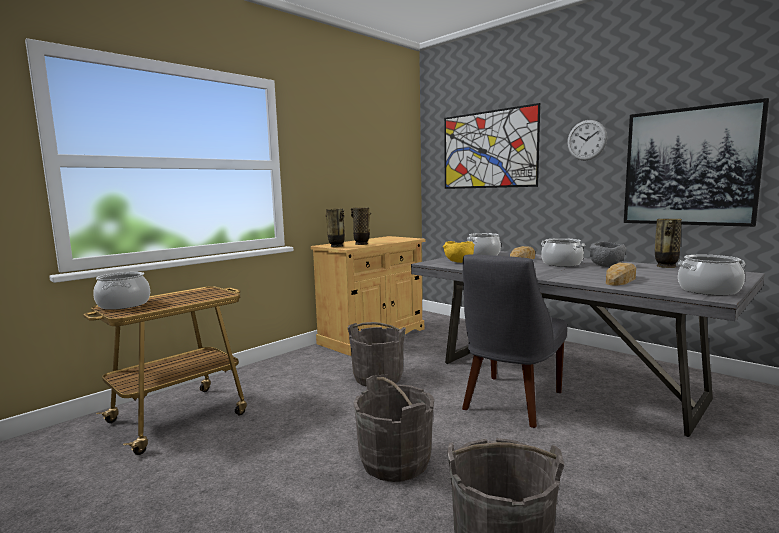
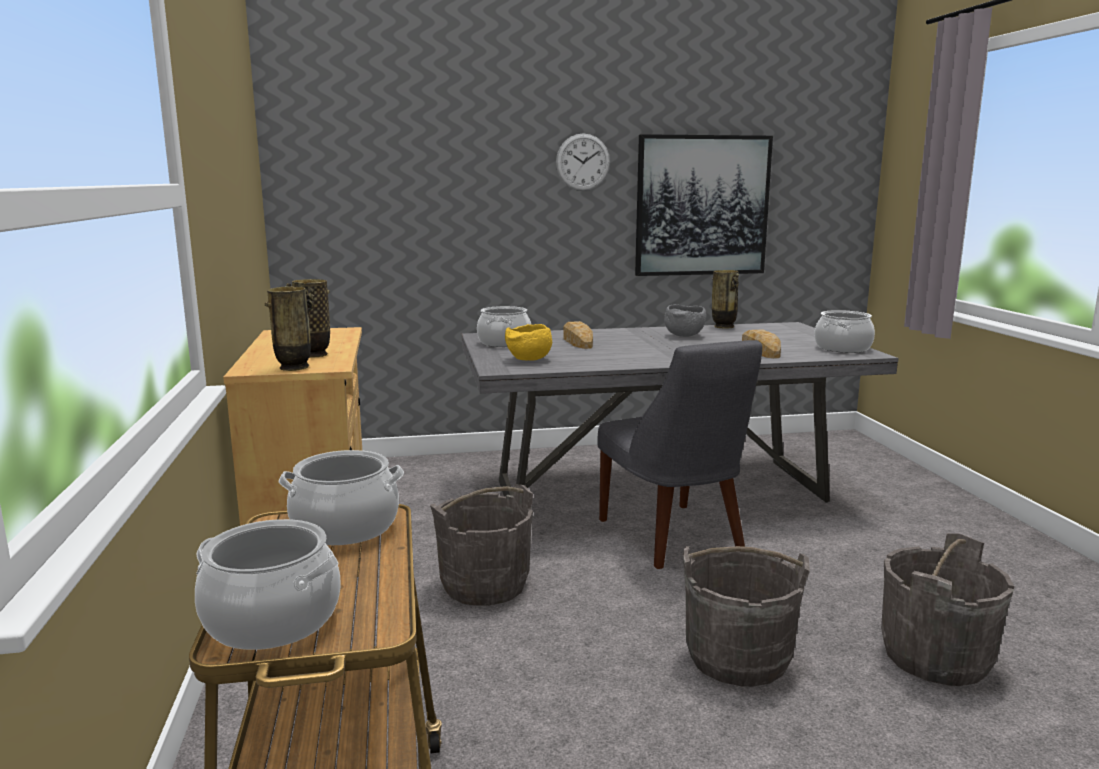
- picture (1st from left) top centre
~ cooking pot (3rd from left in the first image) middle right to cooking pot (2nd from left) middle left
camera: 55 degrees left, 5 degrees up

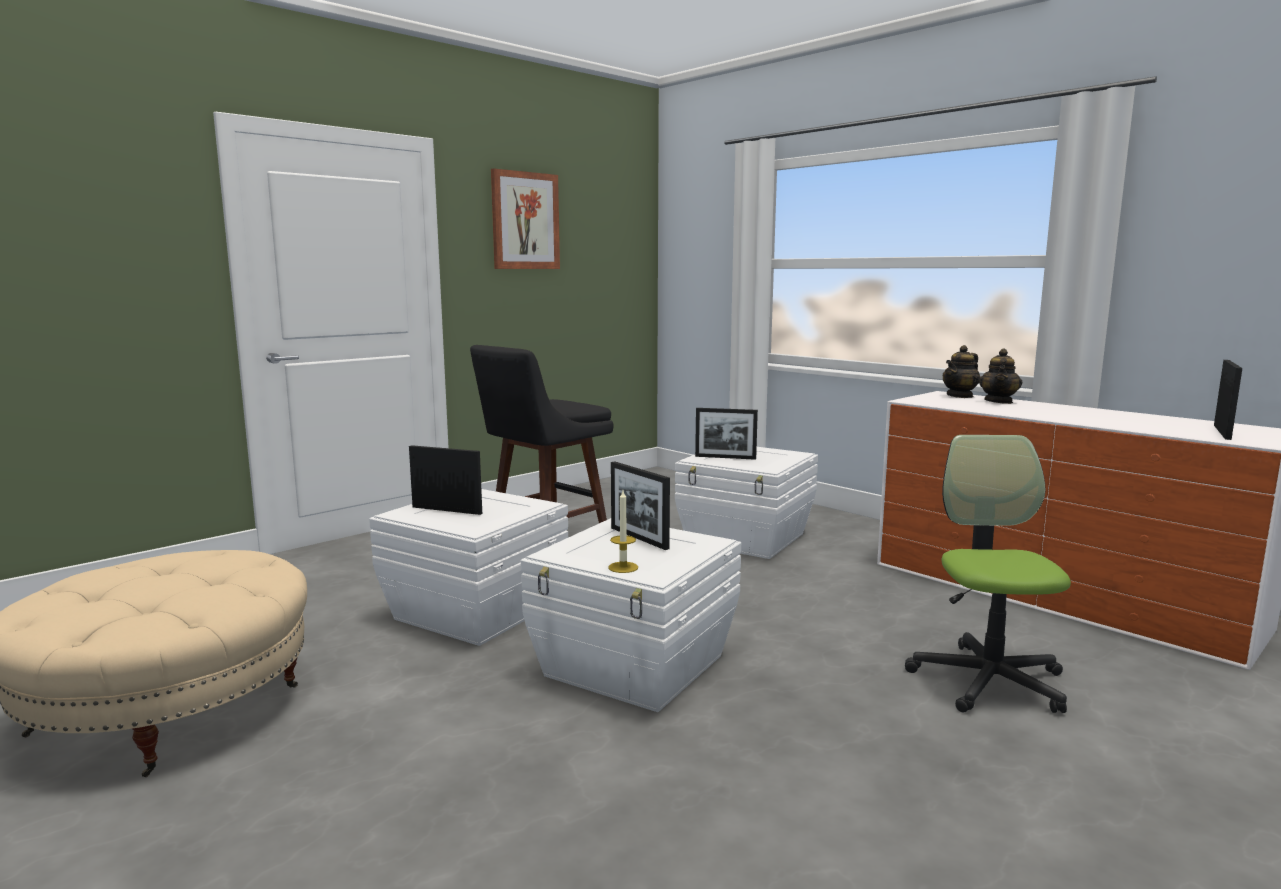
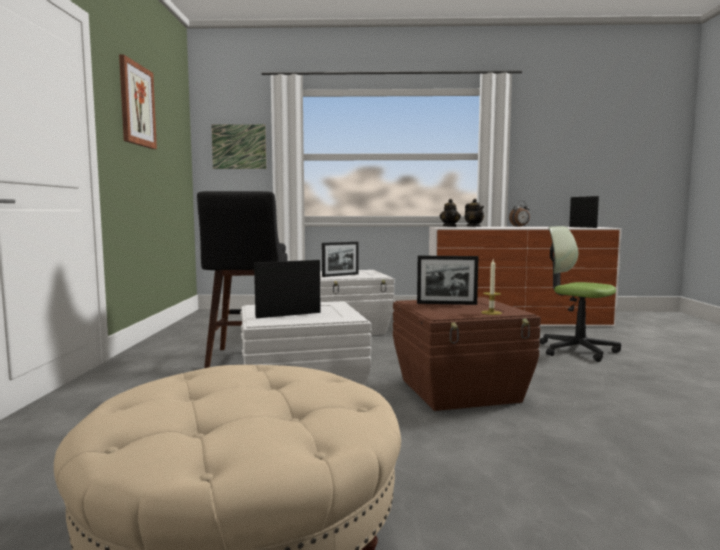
~ storage box (white) (2nd from left) bottom centre to storage box (brown) centre
+ picture (2nd from left) top left
+ alarm clock middle right
camera: 45 degrees left, 5 degrees down

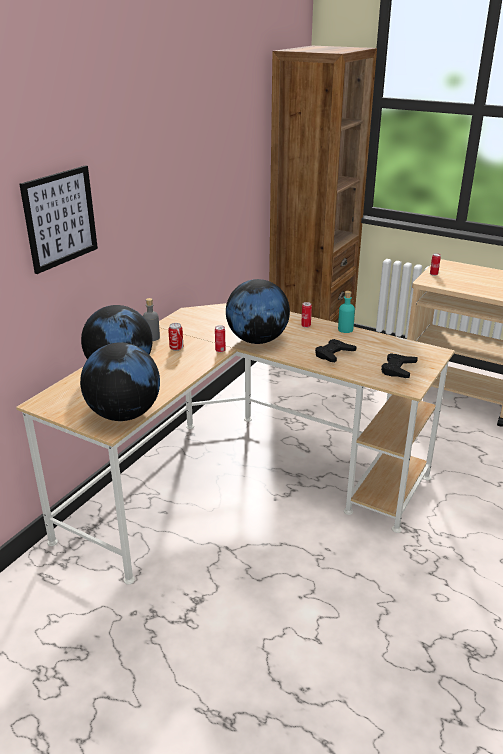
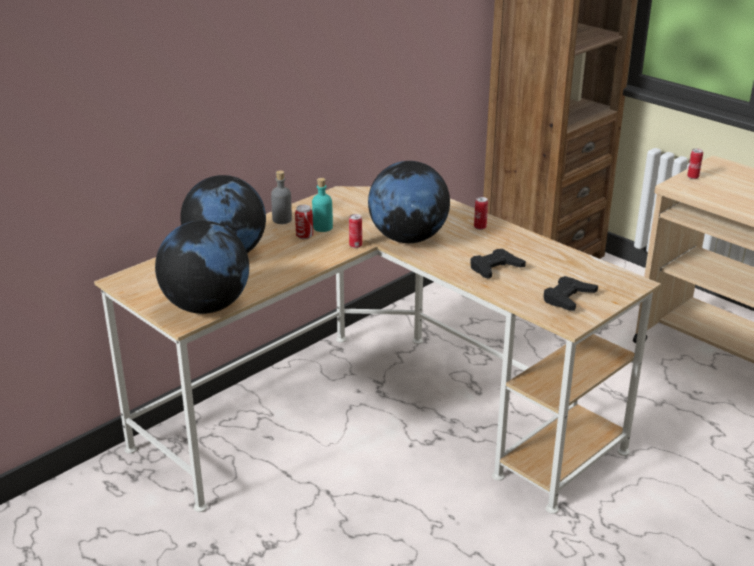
- picture top left
~ bottle (turquoise) middle right to centre
camera: 15 degrees right, 0 degrees up

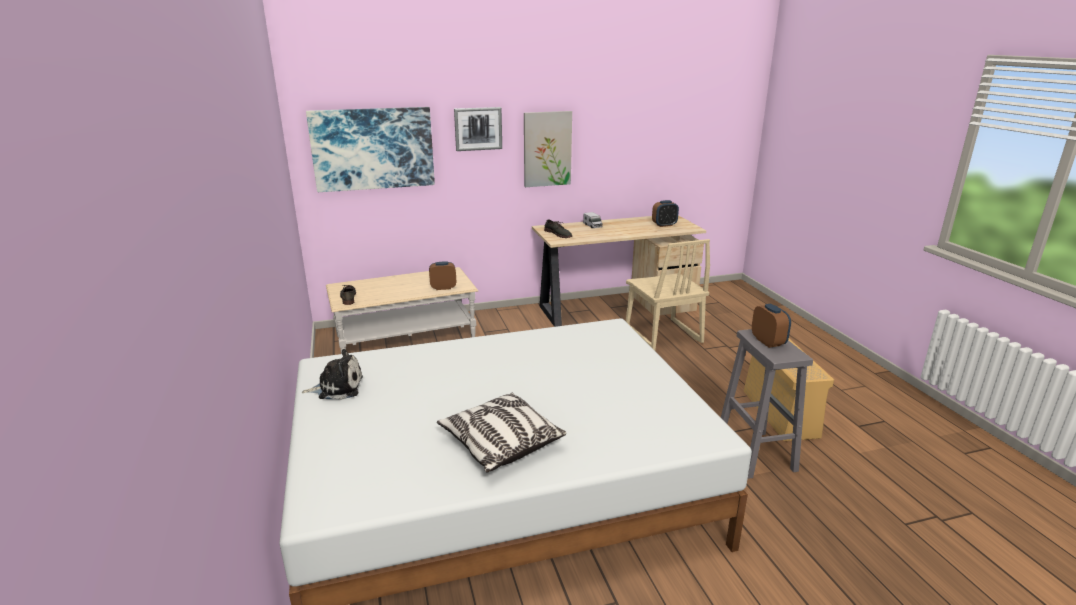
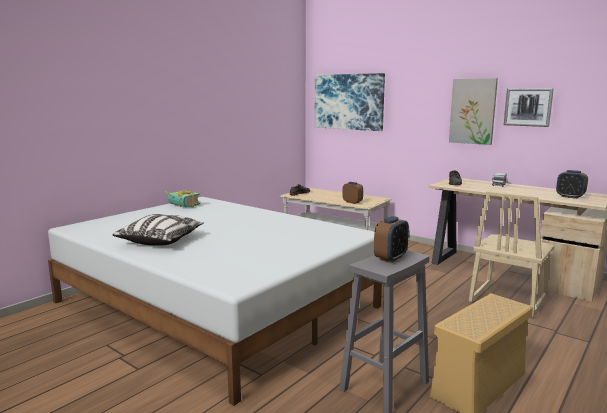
~ plush toy middle left to book middle left
~ picture (2nd from left in the first image) top centre to picture (3rd from left) top right
camera: 55 degrees right, 10 degrees down

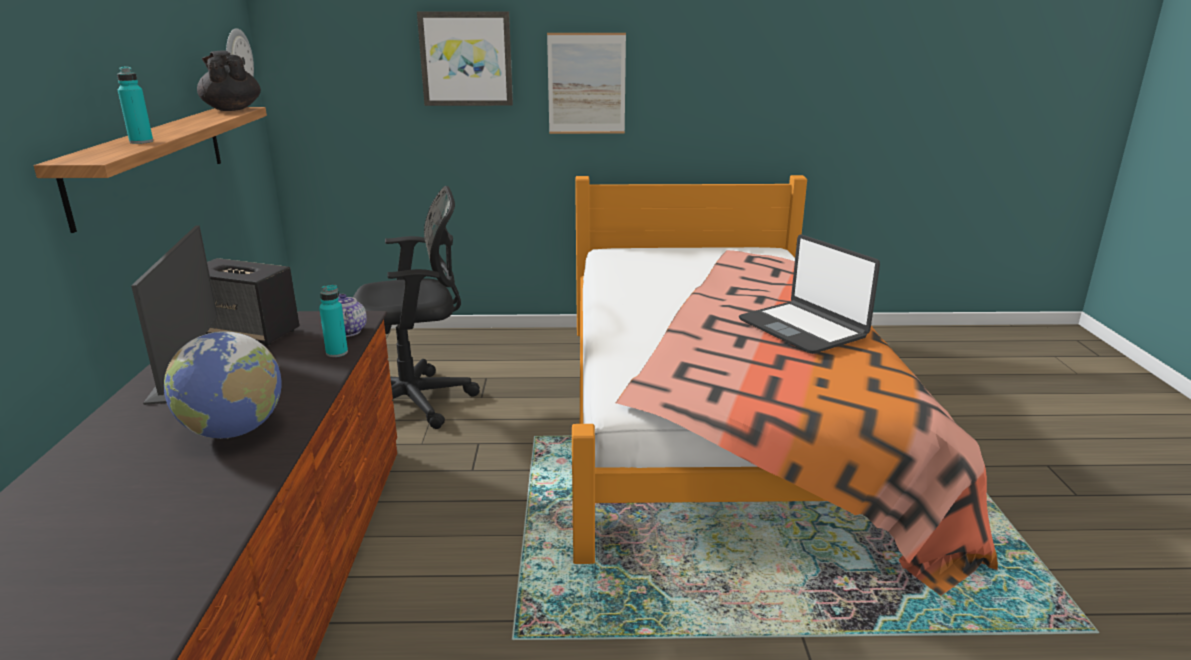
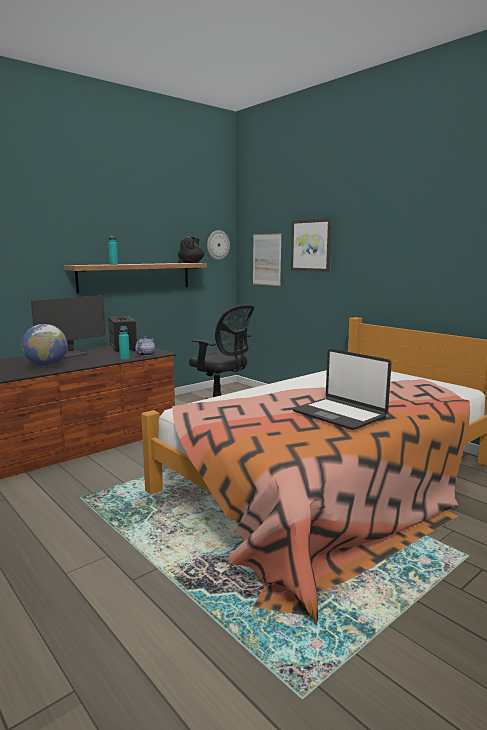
~ picture (2nd from left in the first image) top centre to picture (1st from left) centre
~ laptop middle right = middle right 60 degrees counterclockwise
camera: 50 degrees right, 10 degrees down

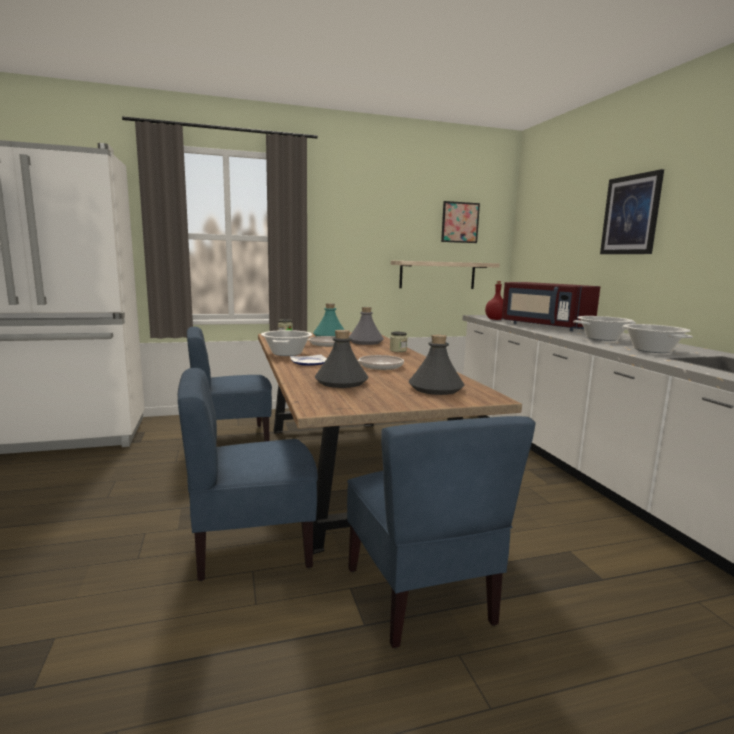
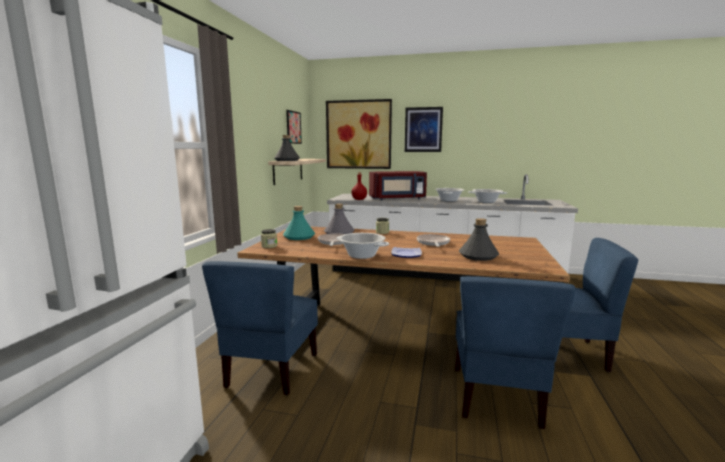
~ bottle (grey) (3rd from left in the first image) centre to bottle (grey) (1st from left) top centre
+ picture (2nd from left) top centre
camera: 60 degrees left, 0 degrees up

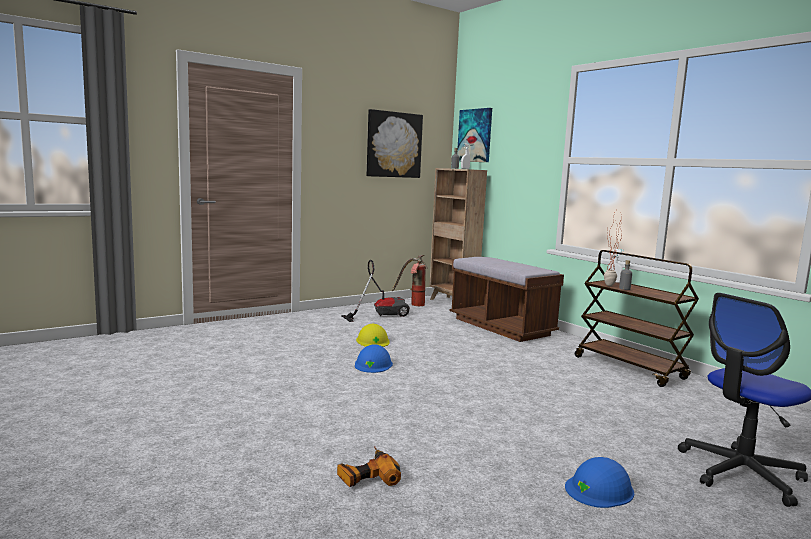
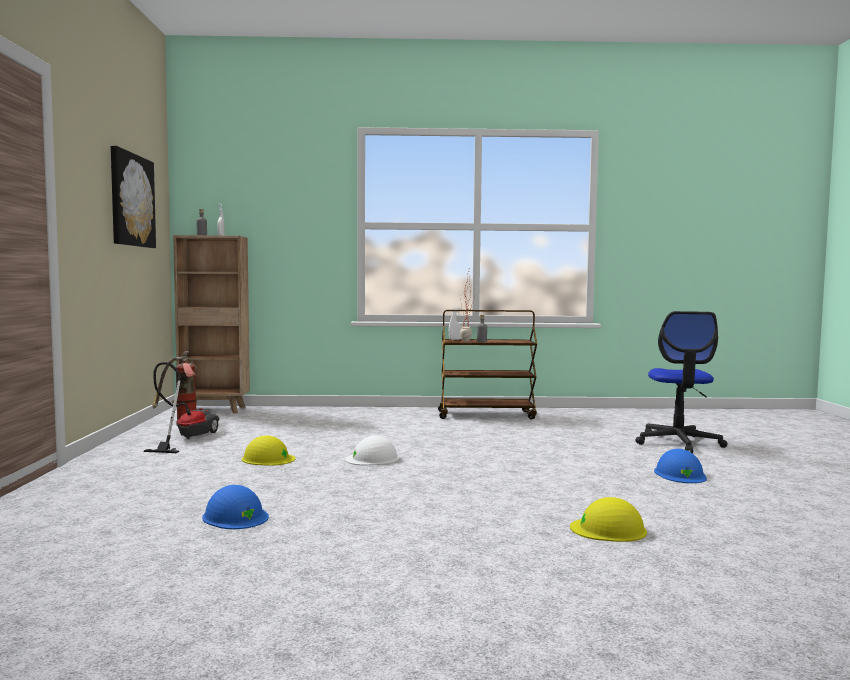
~ power drill bottom centre to hard hat (yellow) (2nd from left) bottom right
~ hard hat (blue) (1st from left) centre to bottom left
- bench (brown) centre
- picture (2nd from left) top centre
+ hard hat (white) centre
camera: 55 degrees left, 5 degrees down

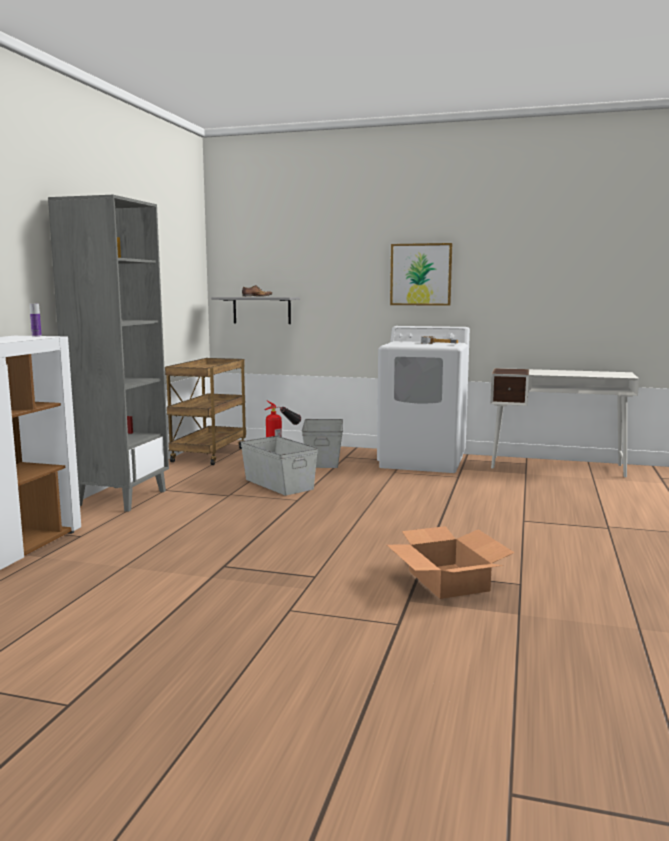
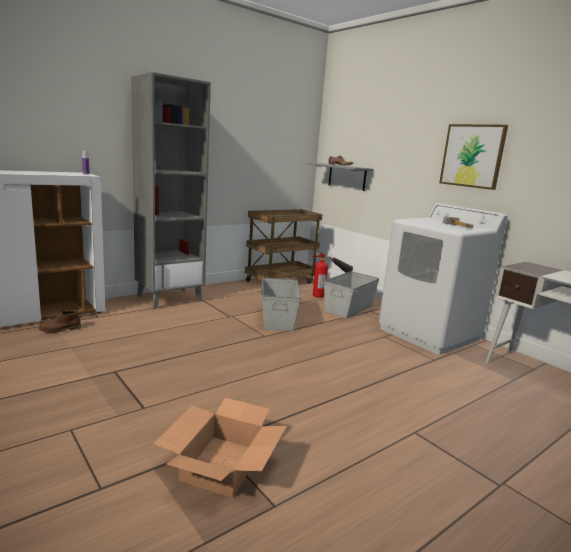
+ boot (brown) middle left
camera: 35 degrees right, 5 degrees up

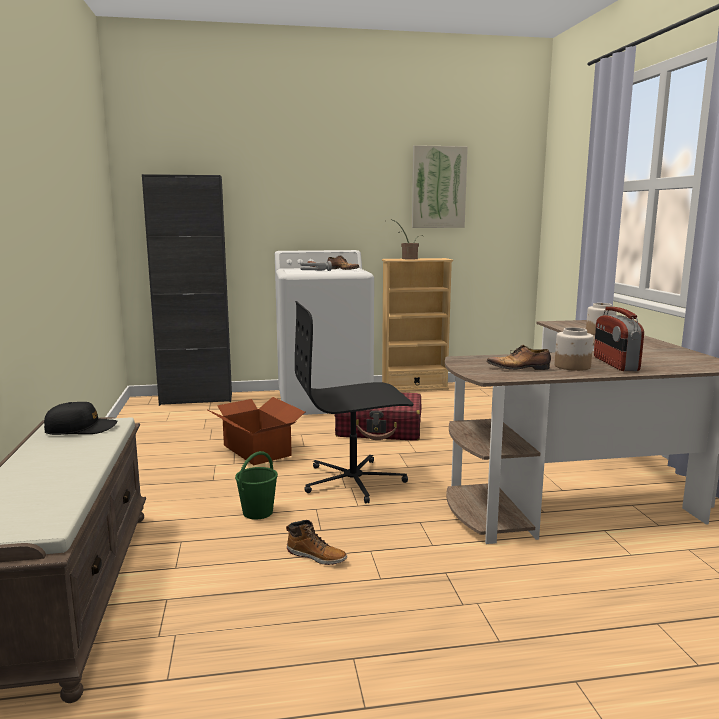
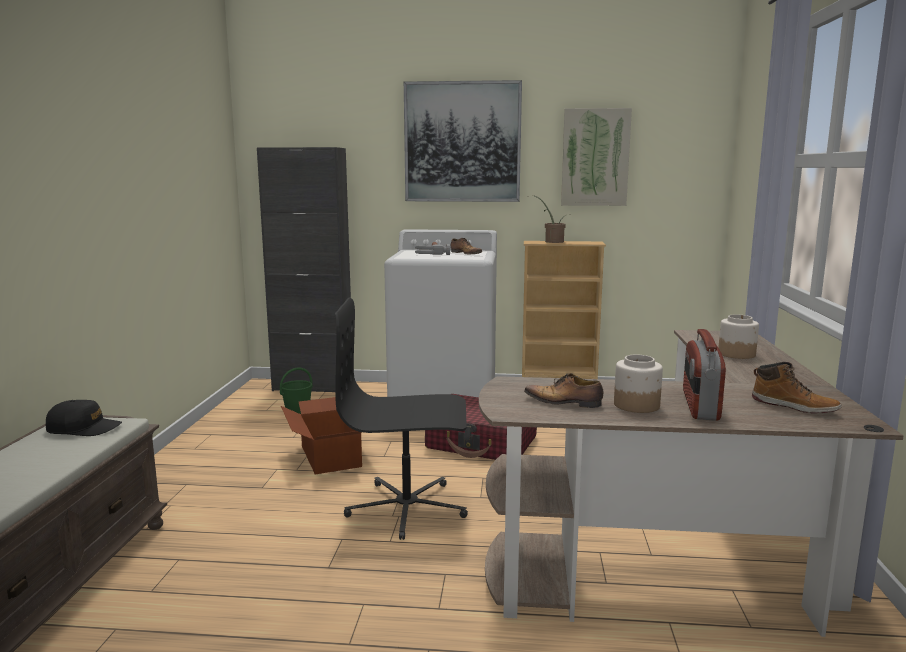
~ bucket (green) bottom centre to middle left
~ boot bottom centre to middle right
+ picture (1st from left) top centre
camera: 15 degrees right, 0 degrees up

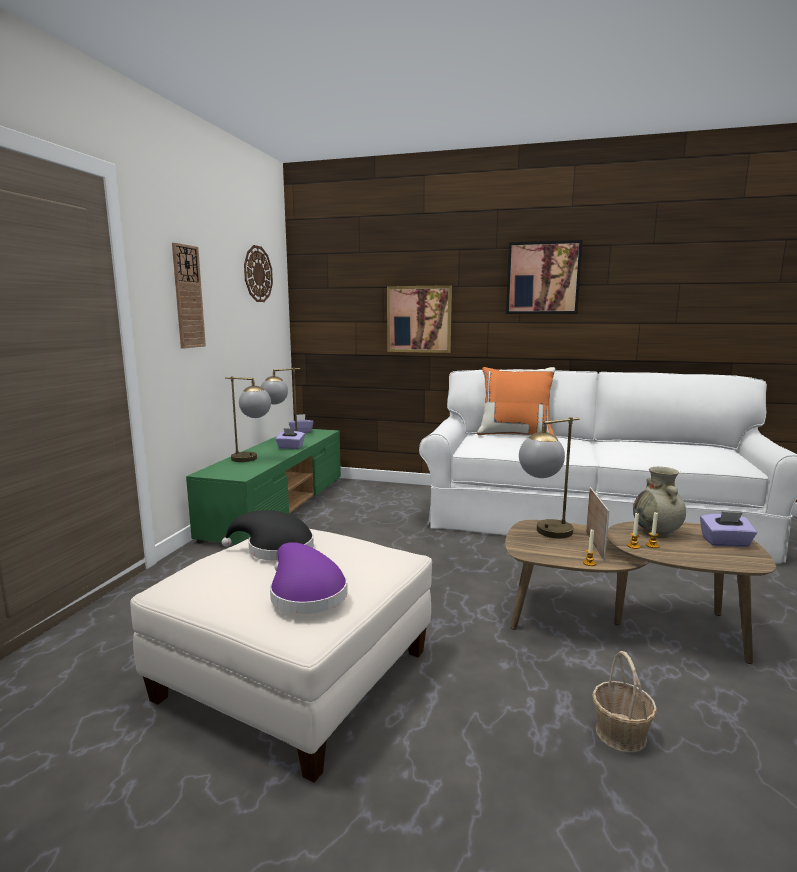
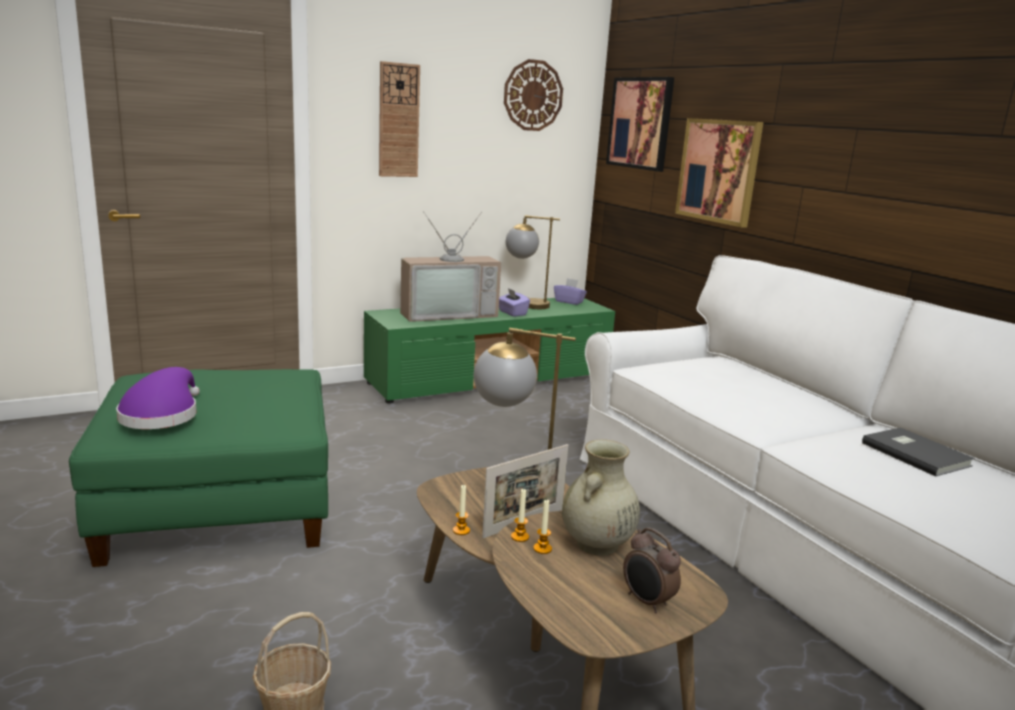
~ ottoman (white) bottom centre to ottoman (green) middle left
- hat (black) centre
~ table lamp (1st from left) middle left to television centre
- pillow (orange) centre
~ picture (2nd from left in the first image) top right to picture (1st from left) top centre
~ tissue box (purple) (3rd from left) middle right to alarm clock bottom centre
+ book (grey) middle right
camera: 45 degrees right, 5 degrees up

